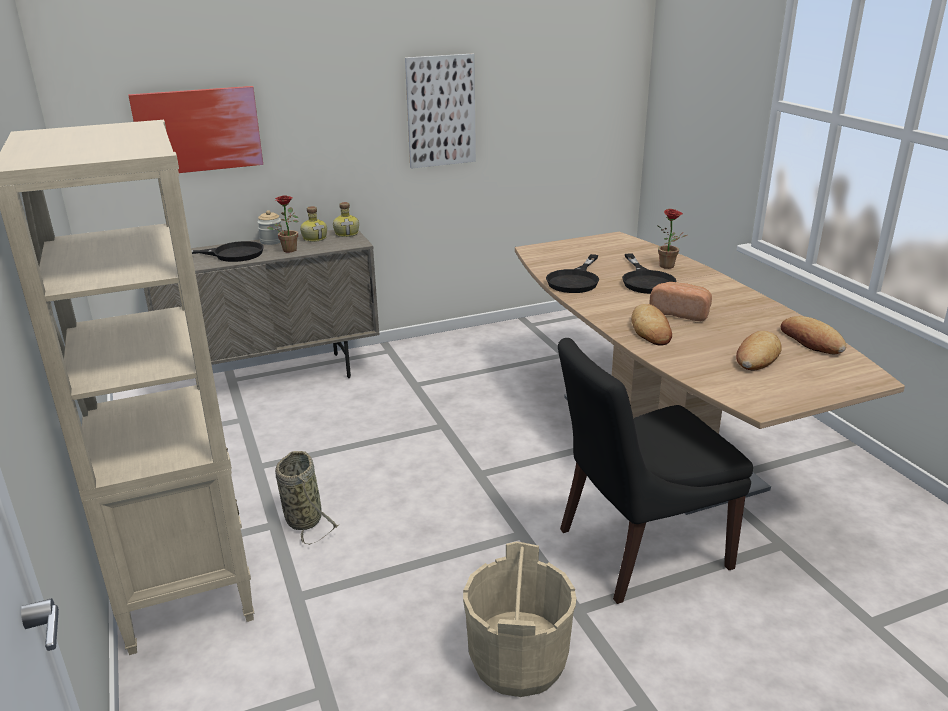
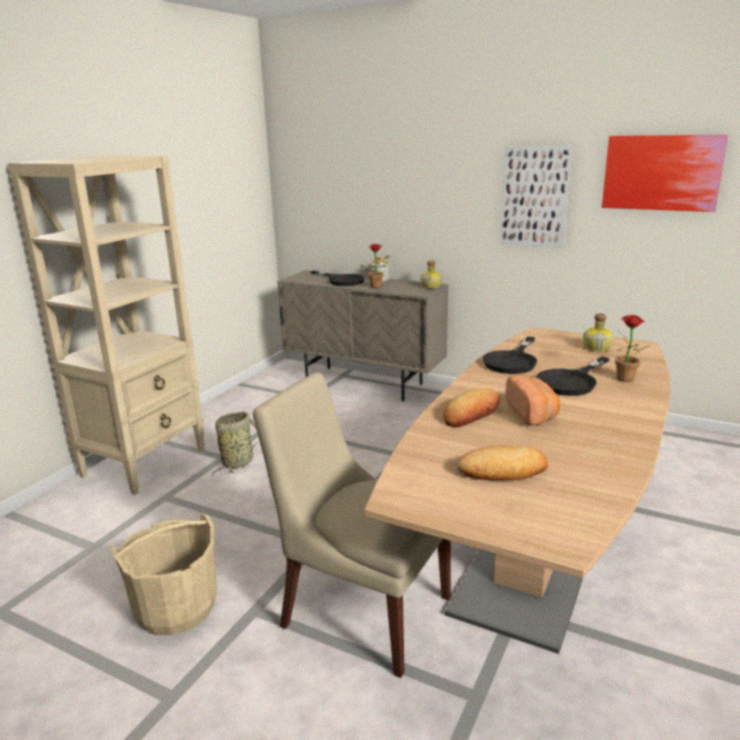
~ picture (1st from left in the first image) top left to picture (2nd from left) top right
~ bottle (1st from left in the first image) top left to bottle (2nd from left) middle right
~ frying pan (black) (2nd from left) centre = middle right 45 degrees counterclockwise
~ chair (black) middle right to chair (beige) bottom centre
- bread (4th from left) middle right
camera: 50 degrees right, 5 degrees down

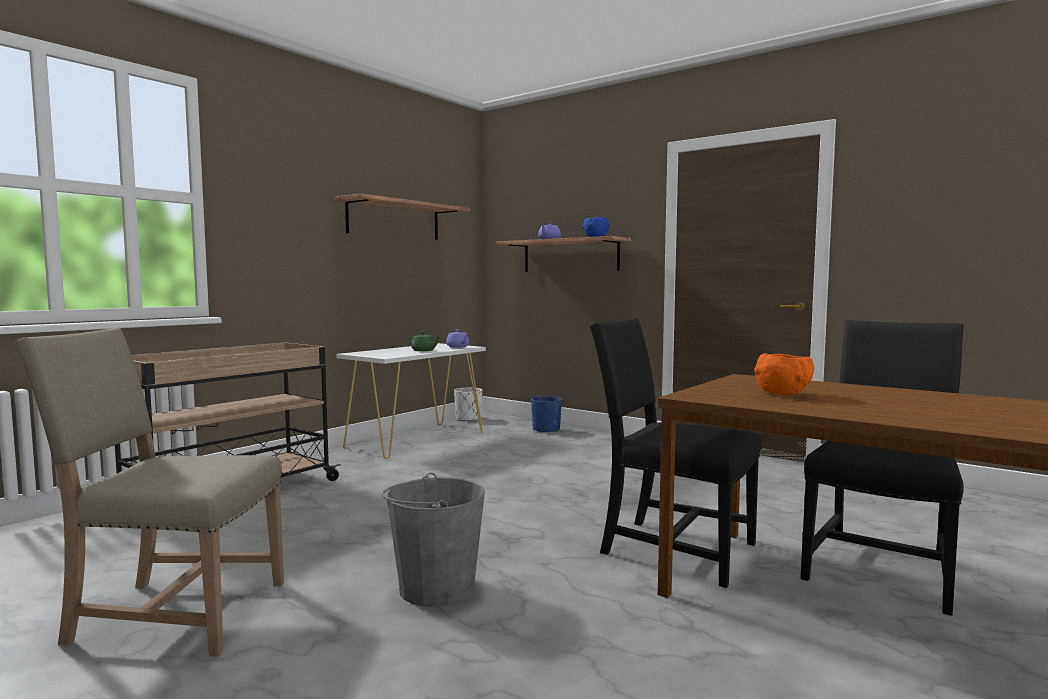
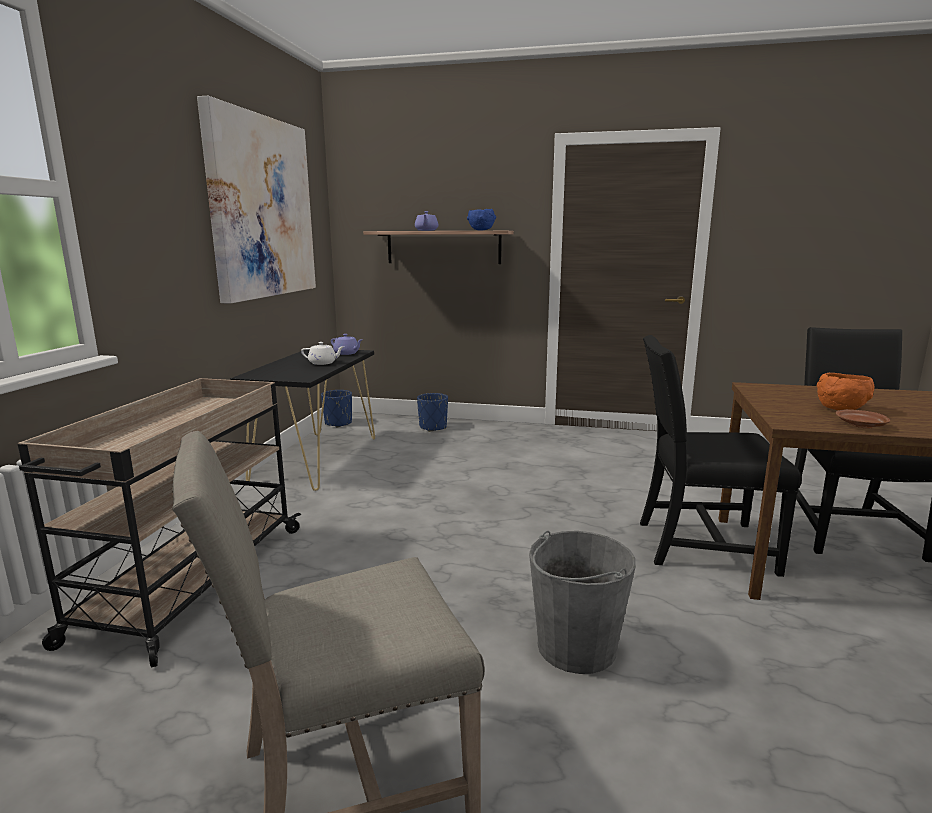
~ shelf (1st from left) top centre to picture top left
~ console table (white) centre to console table (black) middle left
~ teapot (green) centre to teapot (white) centre
~ planter (white) centre to planter (blue) (1st from left) centre
+ plate (brown) middle right
camera: 25 degrees left, 10 degrees up

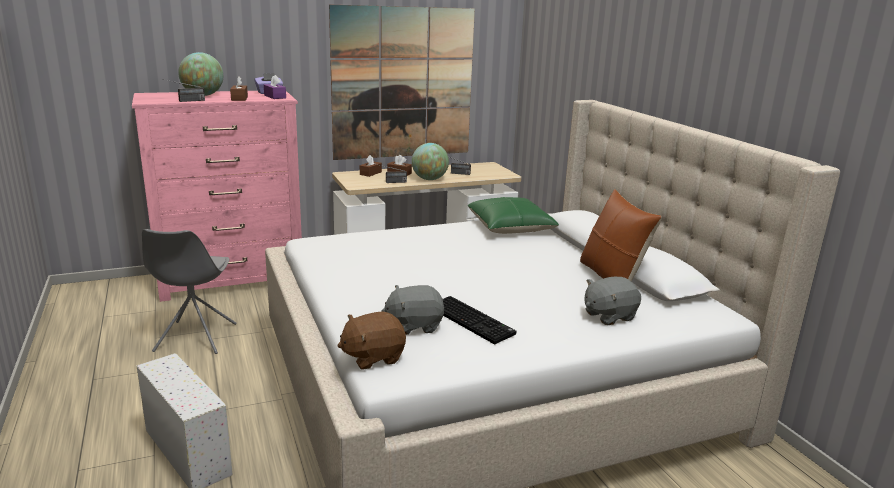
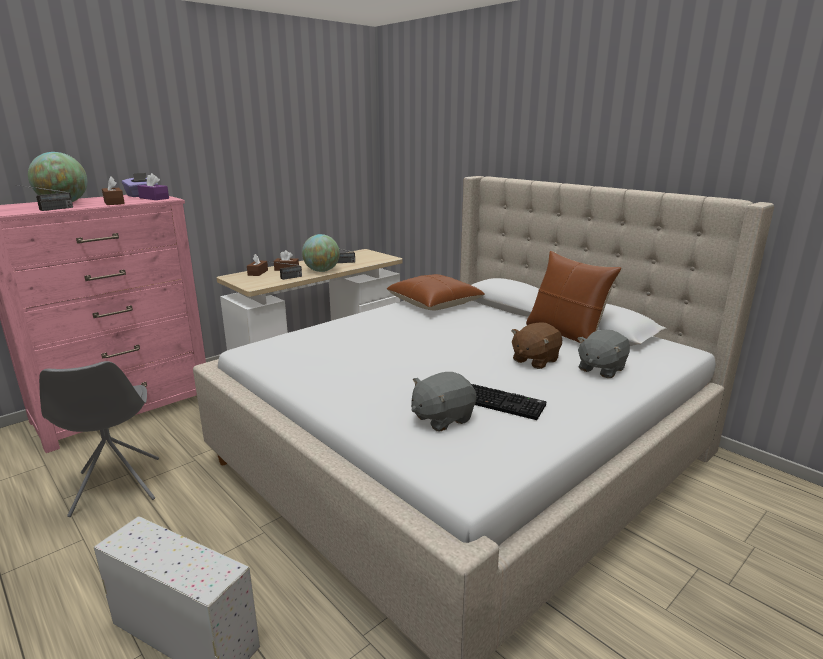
- picture top centre
~ plush toy (brown) bottom centre to centre
~ pillow (green) centre to pillow (brown) (1st from left) centre
camera: 20 degrees left, 0 degrees up

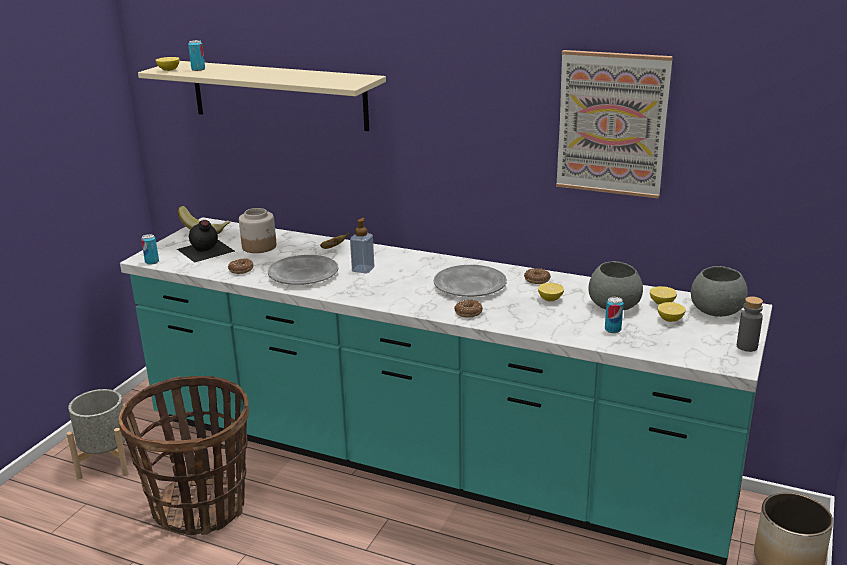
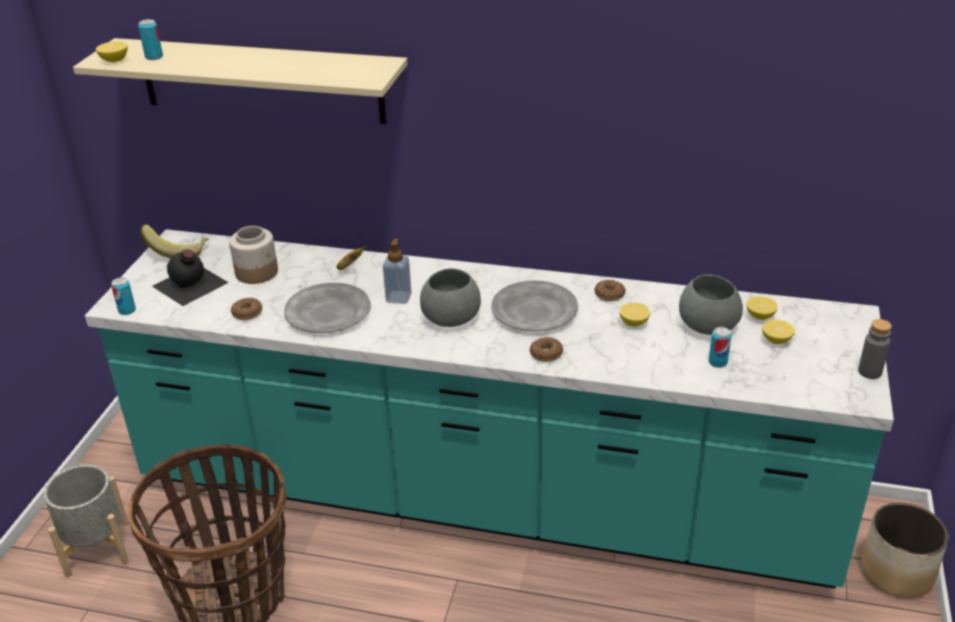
- picture top right
~ bowl (grey) (2nd from left in the first image) middle right to bowl (grey) (1st from left) centre
camera: 10 degrees left, 10 degrees up

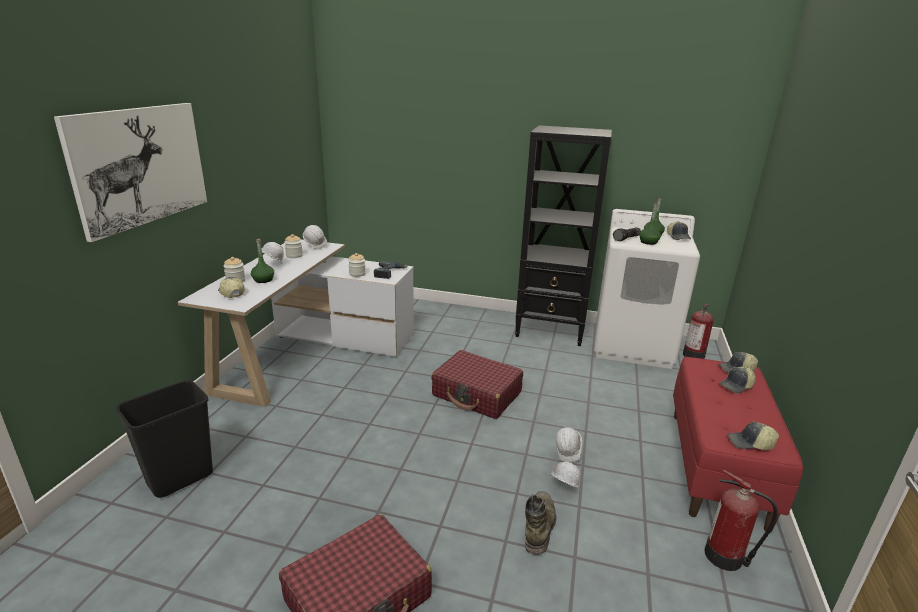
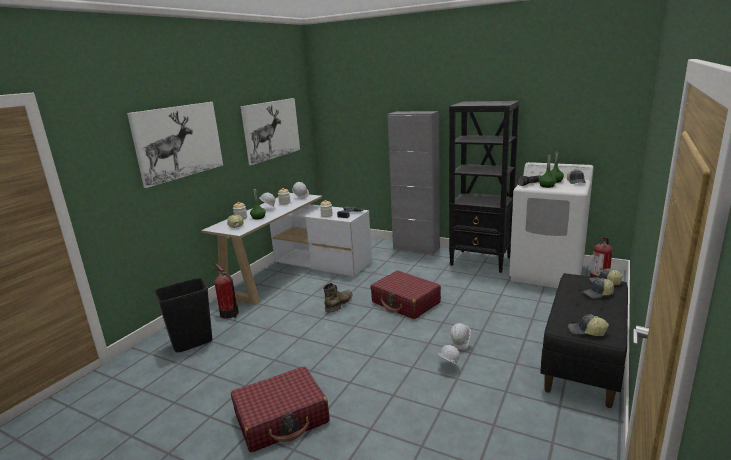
~ boot (green) bottom centre to centre
~ bench (red) bottom right to bench (black) bottom right
~ fire extinguisher (2nd from left in the first image) bottom right to fire extinguisher (1st from left) middle left
+ picture (2nd from left) top centre
+ cabinet (grey) centre
camera: 15 degrees right, 5 degrees down

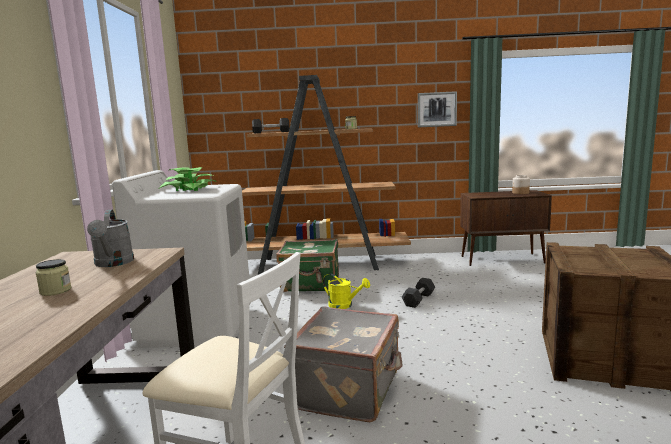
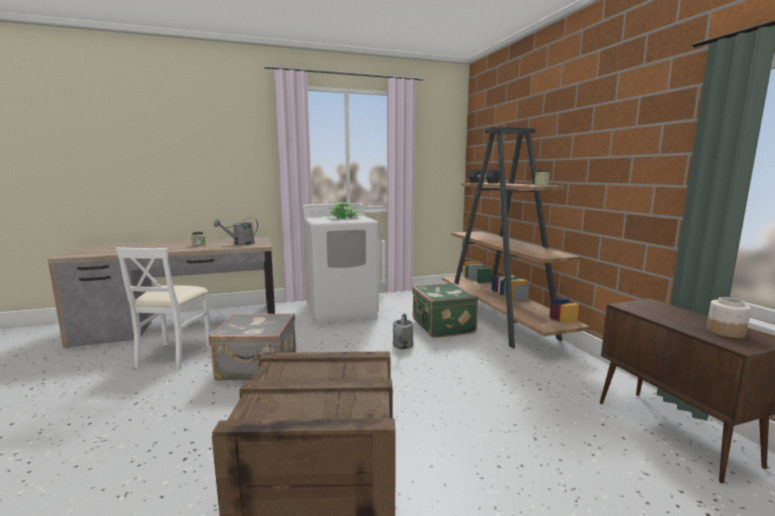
~ watering can (yellow) centre to watering can (grey) (2nd from left) centre
- dumbbell (black) (2nd from left) centre
- picture top centre
camera: 70 degrees right, 0 degrees up

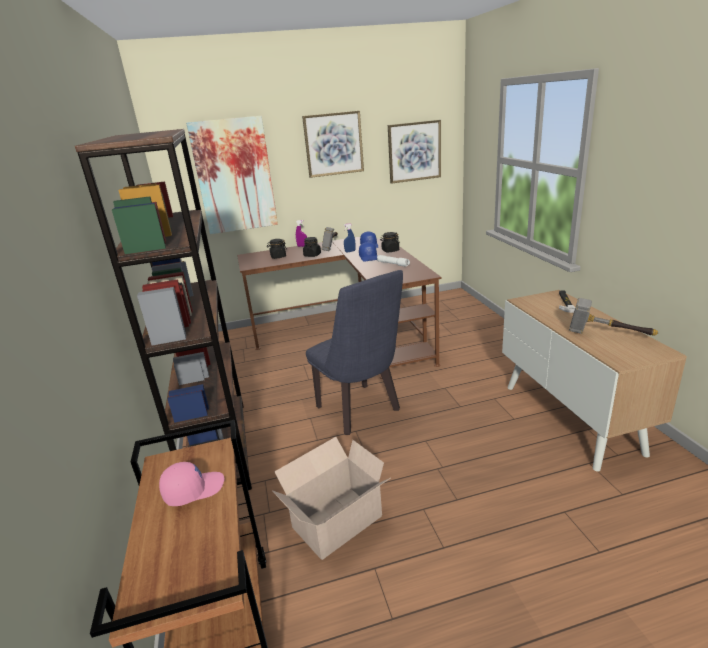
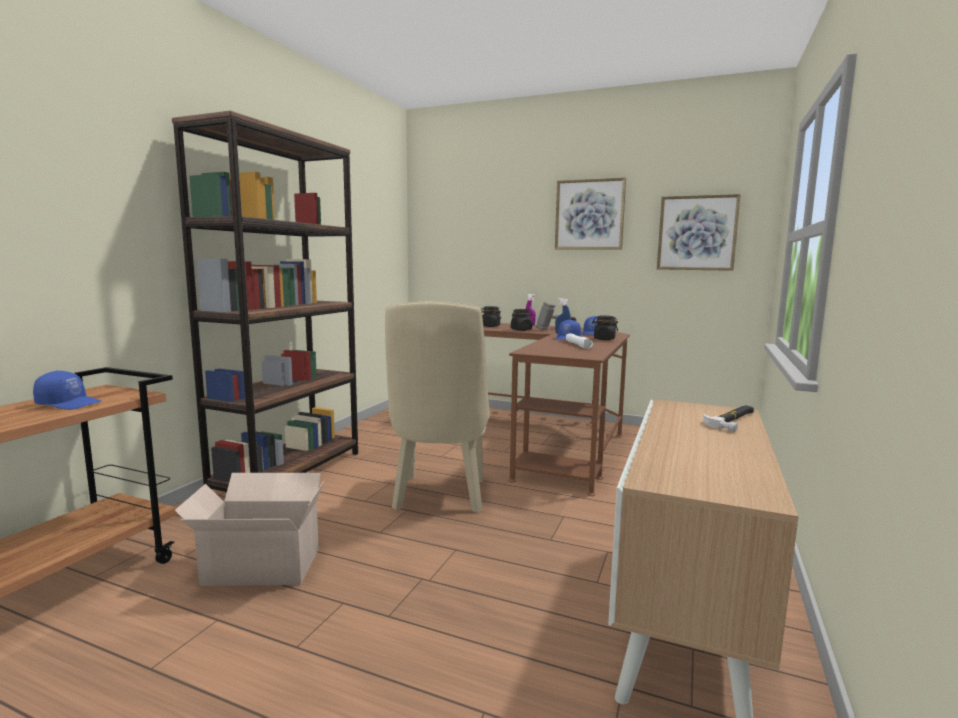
~ cap (pink) bottom left to cap (blue) (1st from left) middle left
- picture (1st from left) top left
~ chair (blue) centre to chair (beige) centre
- hammer (3rd from left) middle right
camera: 35 degrees right, 15 degrees down

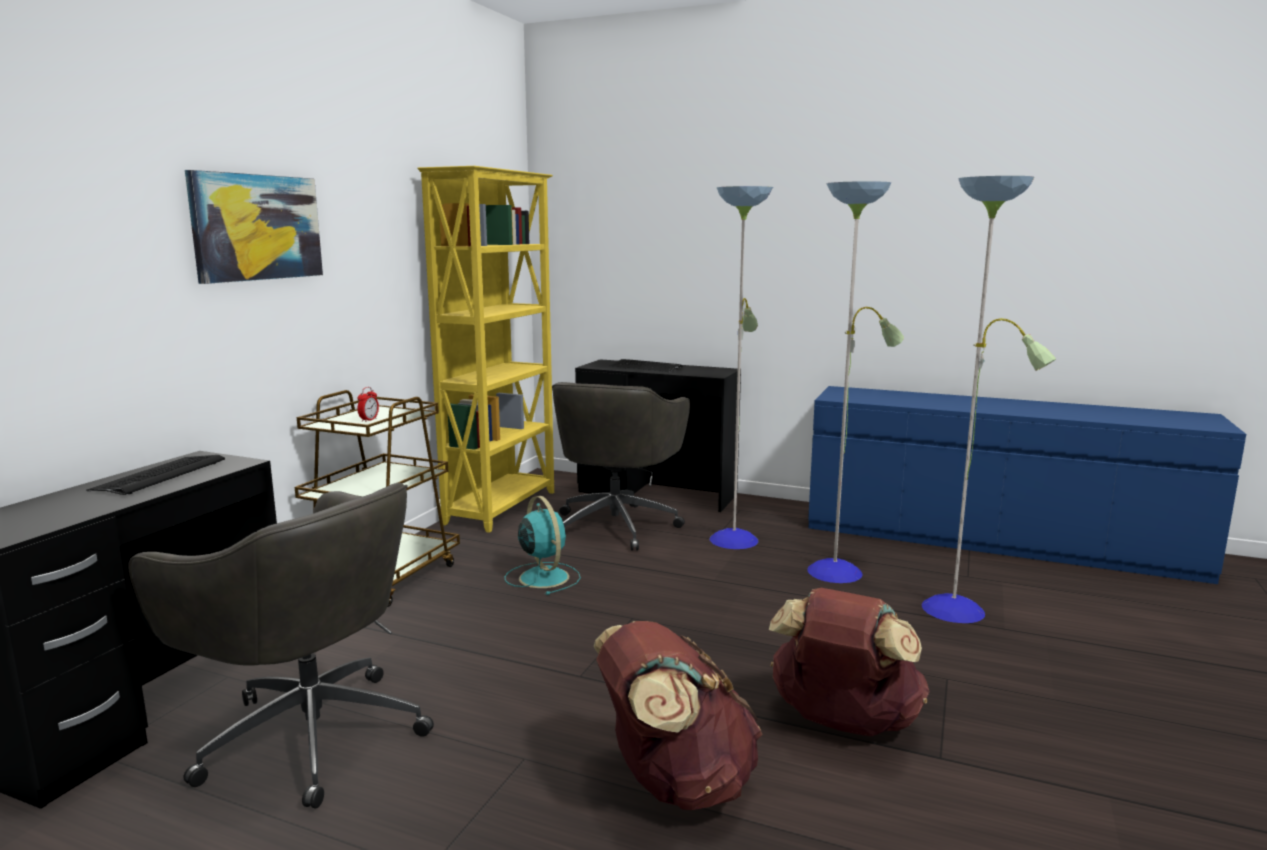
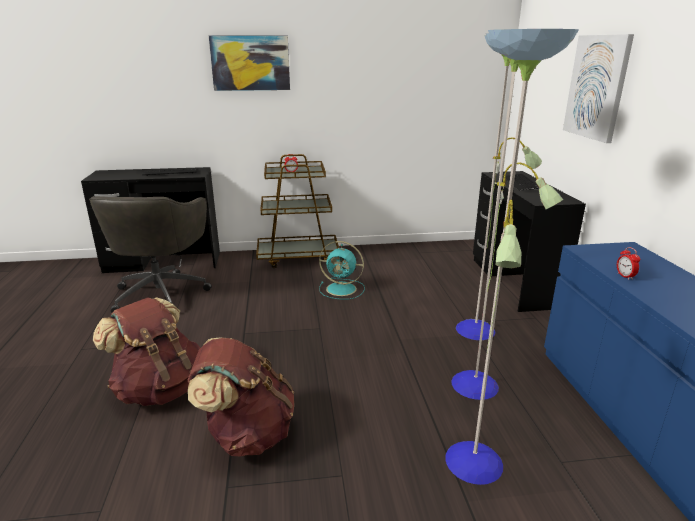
- bookcase (yellow) centre
~ fan (turquoise) centre = centre 75 degrees clockwise
- office chair (grey) (2nd from left) centre
+ picture (2nd from left) top right
+ alarm clock (2nd from left) middle right
camera: 60 degrees right, 10 degrees up

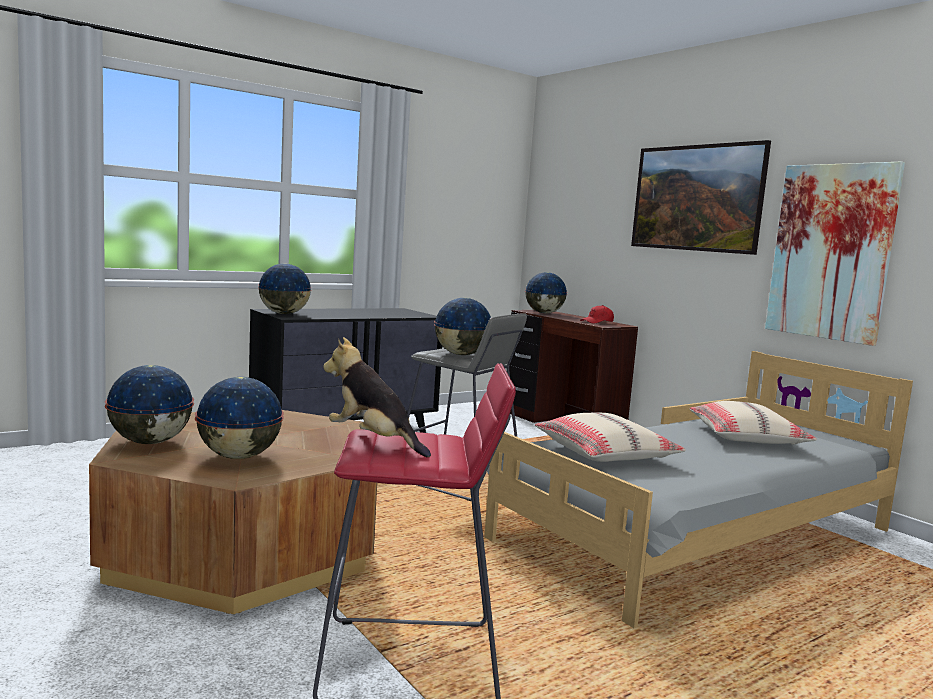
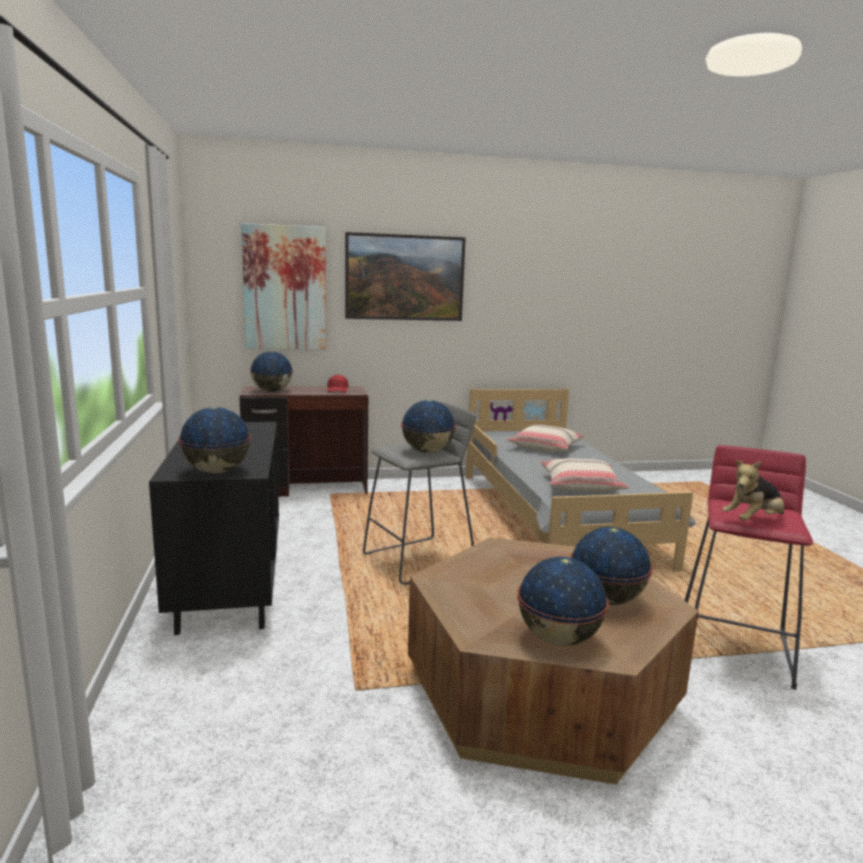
~ picture (2nd from left in the first image) middle right to picture (1st from left) top left
camera: 65 degrees left, 5 degrees up

